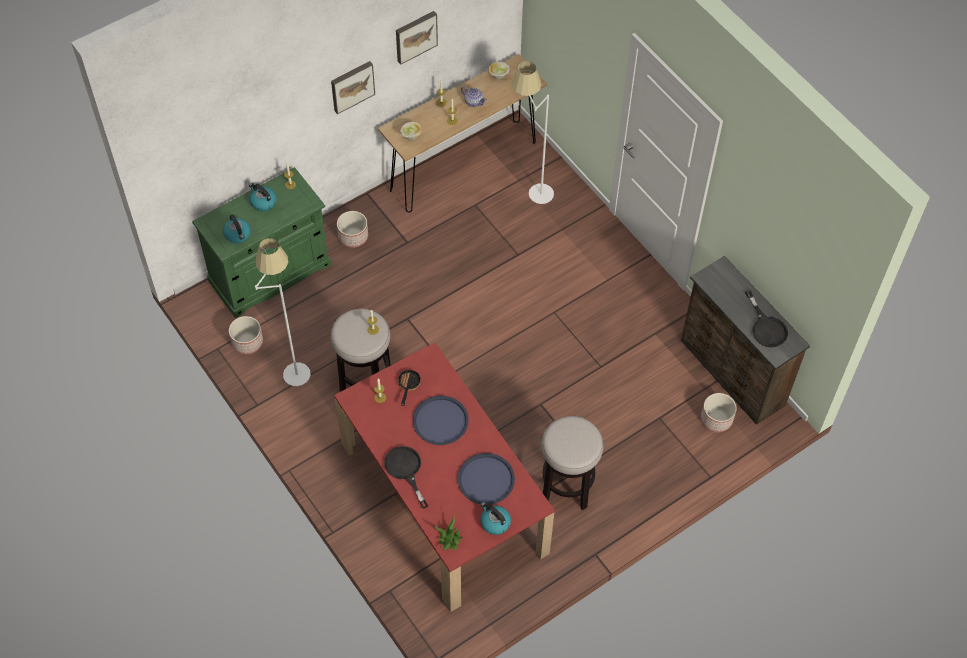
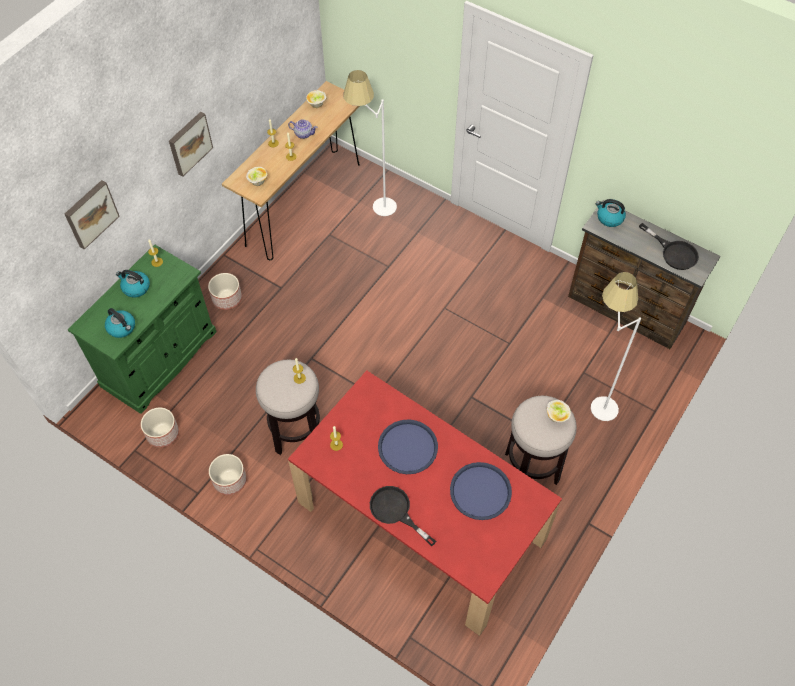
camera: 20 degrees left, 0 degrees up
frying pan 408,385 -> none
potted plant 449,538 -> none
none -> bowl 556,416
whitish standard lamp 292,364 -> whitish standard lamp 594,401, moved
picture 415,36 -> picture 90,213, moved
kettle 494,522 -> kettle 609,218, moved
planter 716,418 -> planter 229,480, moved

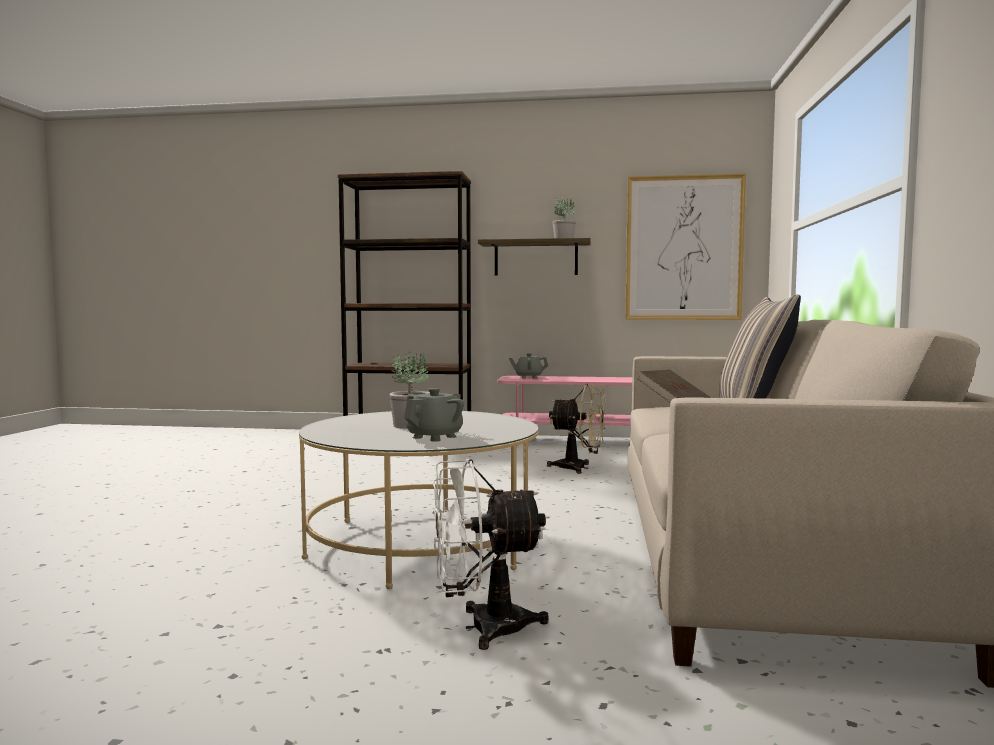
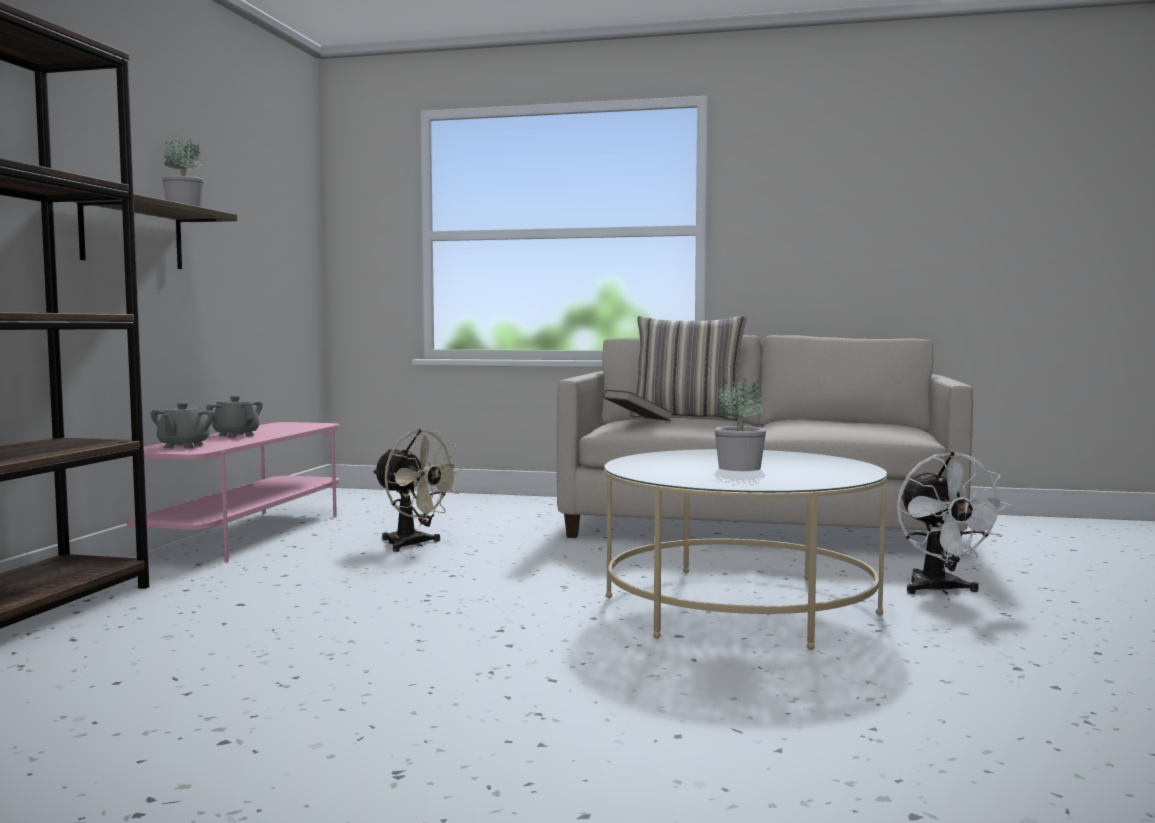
camera: 85 degrees left, 0 degrees up
picture 683,248 -> none
grey tea pot 435,437 -> grey tea pot 236,435, moved
beige fan 579,468 -> beige fan 414,545, 105 degrees clockwise

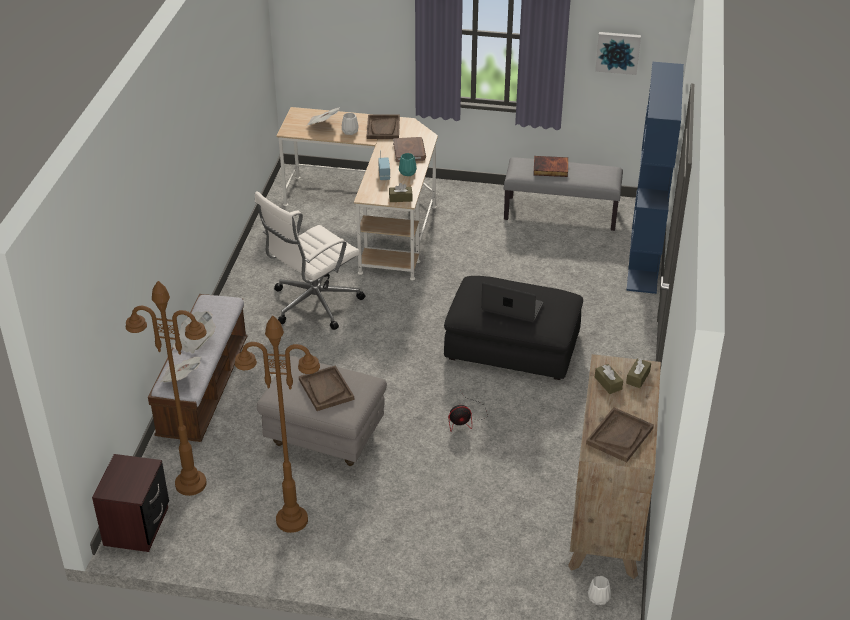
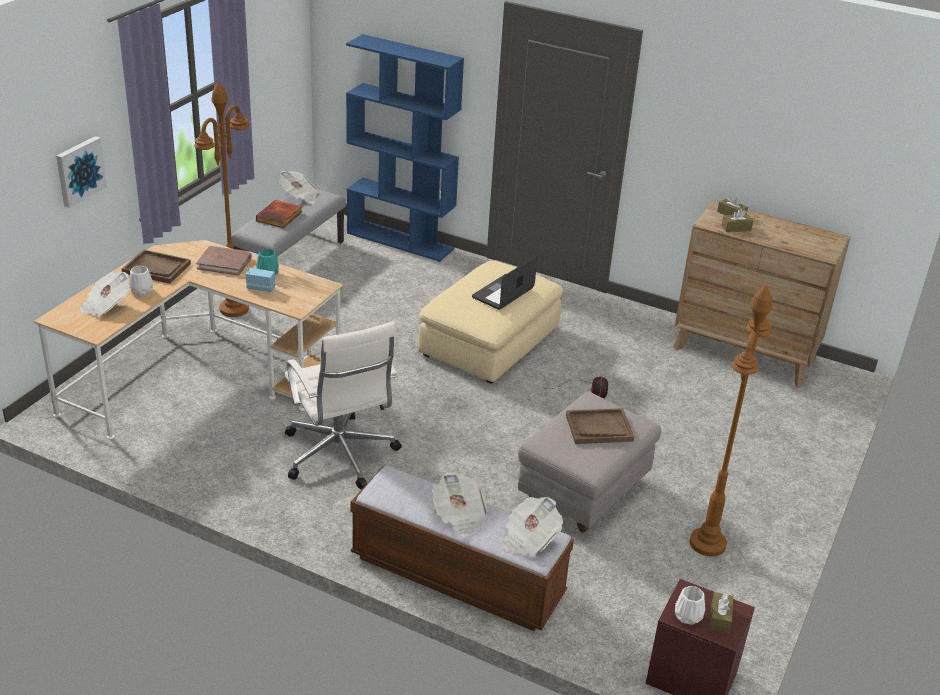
camera: 75 degrees left, 5 degrees down
brown tray 619,436 -> none
none -> newspaper 299,196
brown standard lamp 191,484 -> brown standard lamp 234,309, moved
brown box of tissues 400,198 -> brown box of tissues 720,617, moved
whitish flower vase 598,598 -> whitish flower vase 688,616, moved
picture 618,52 -> picture 79,170, moved
black ottoman 512,346 -> beige ottoman 490,342

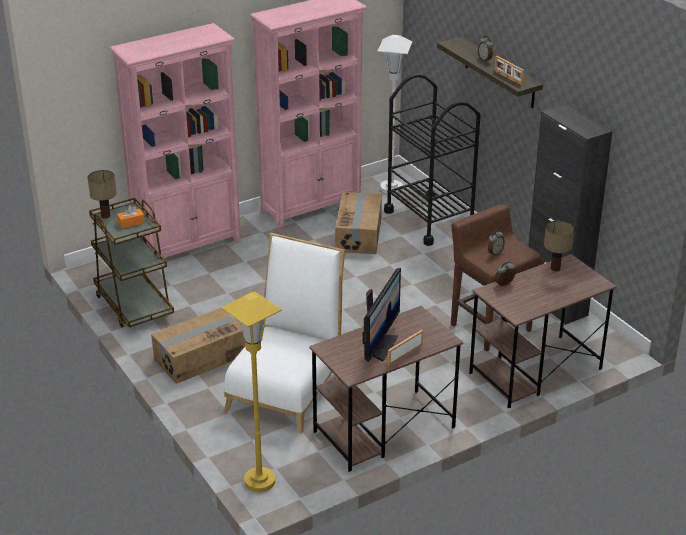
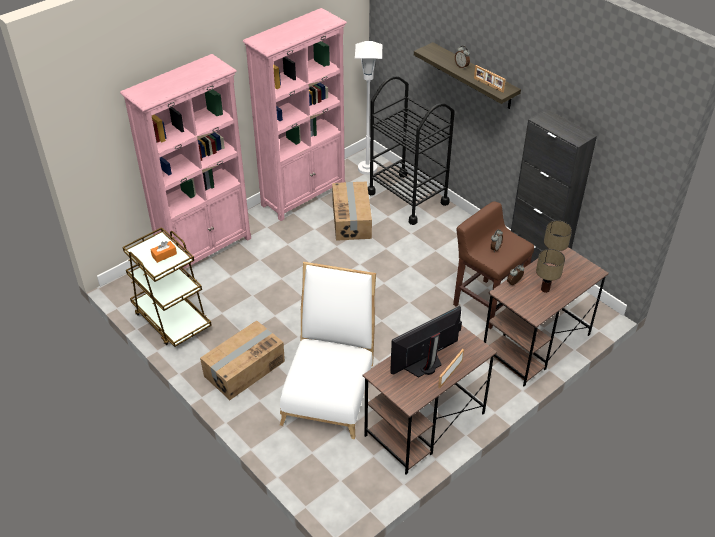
camera: 10 degrees left, 10 degrees up
yellow standard lamp 259,481 -> none
tabletop lamp 106,216 -> tabletop lamp 545,289, moved
monitor 380,346 -> monitor 425,366, 135 degrees counterclockwise

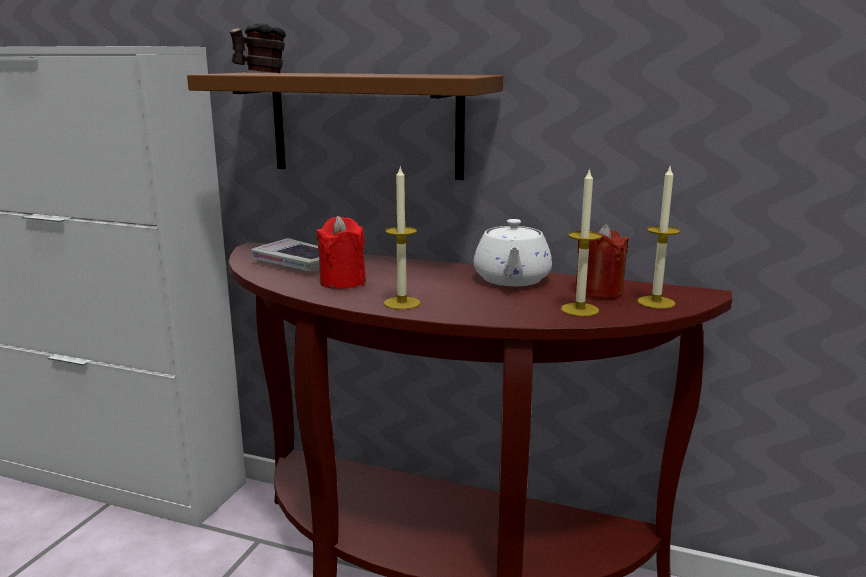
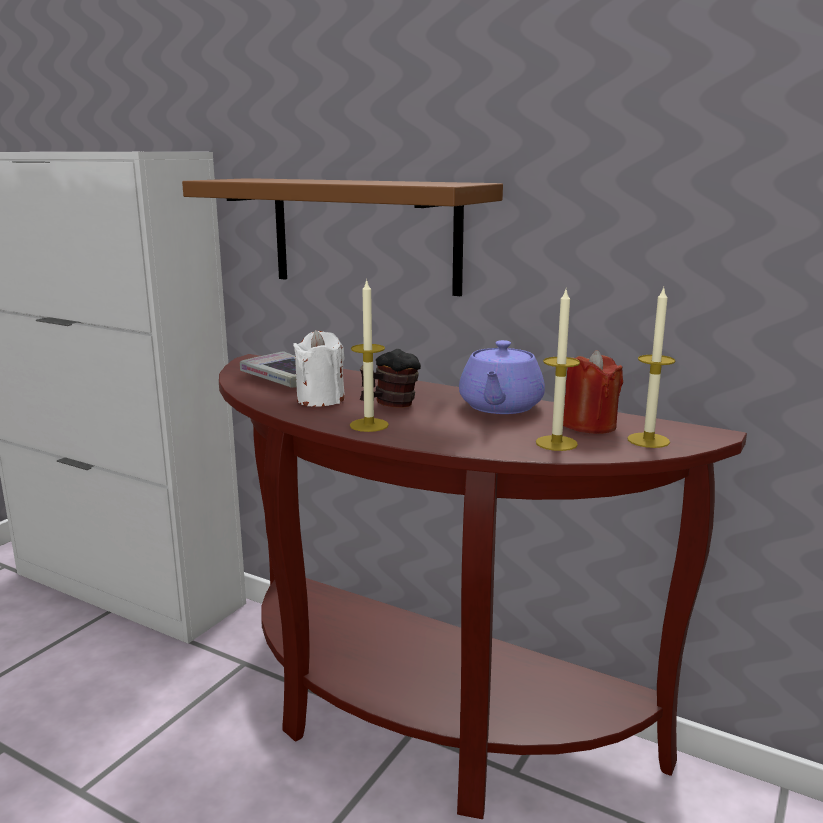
camera: 10 degrees right, 0 degrees up
coffee mug 260,73 -> coffee mug 389,405, moved
reddish candle 342,282 -> whitish candle 320,400
whitish tea pot 511,280 -> purple tea pot 500,407

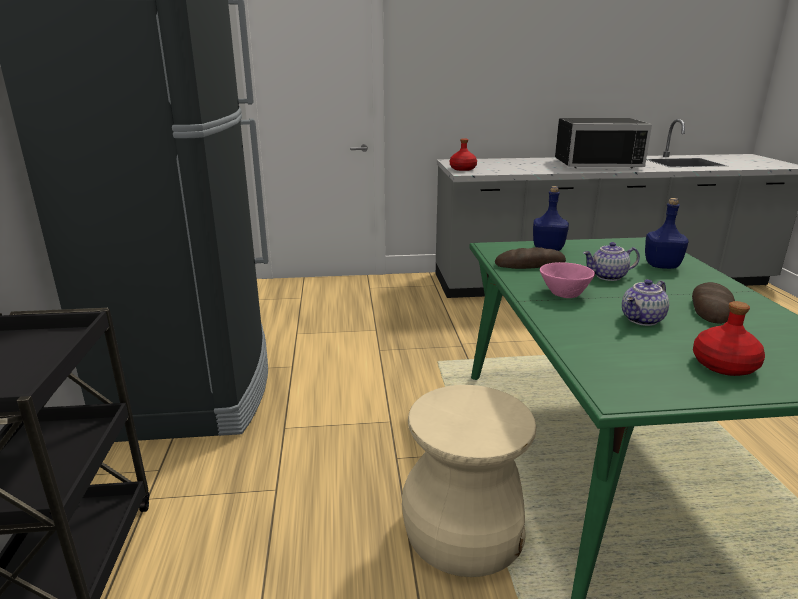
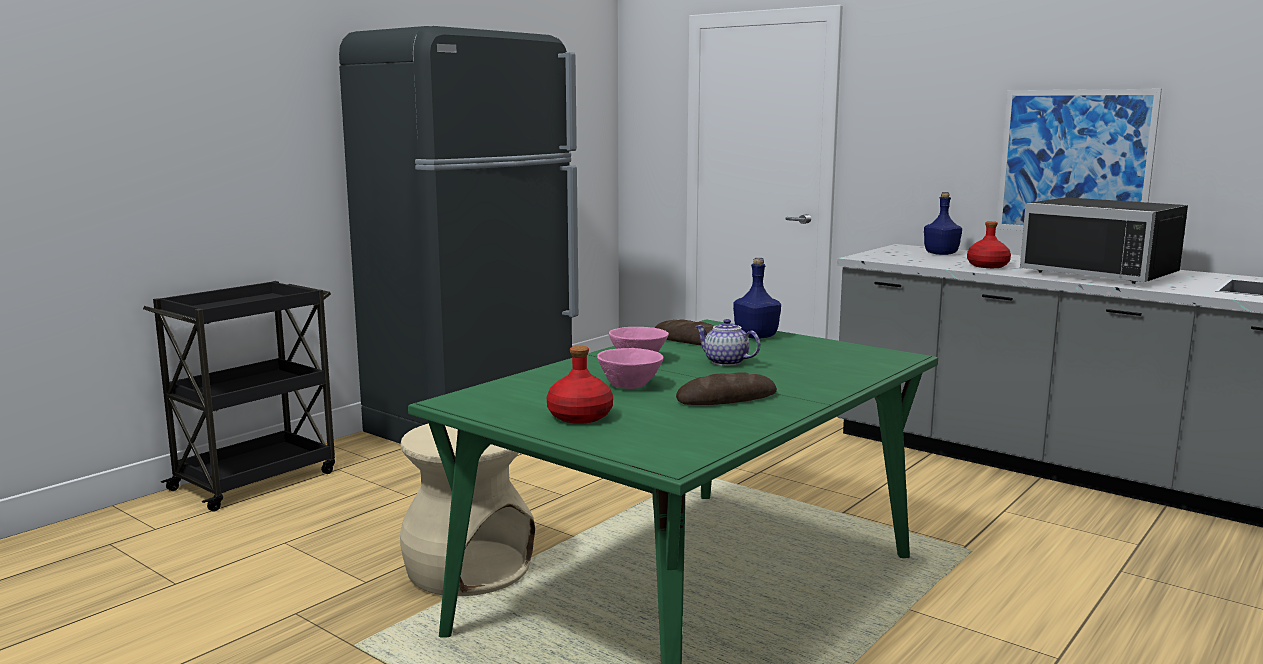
camera: 45 degrees right, 10 degrees down
none -> picture 1074,162
reddish beverage bottle 463,169 -> reddish beverage bottle 988,266, moved
blue-coloured beverage bottle 661,265 -> blue-coloured beverage bottle 941,254, moved
tea pot 643,320 -> pinkish bowl 631,386

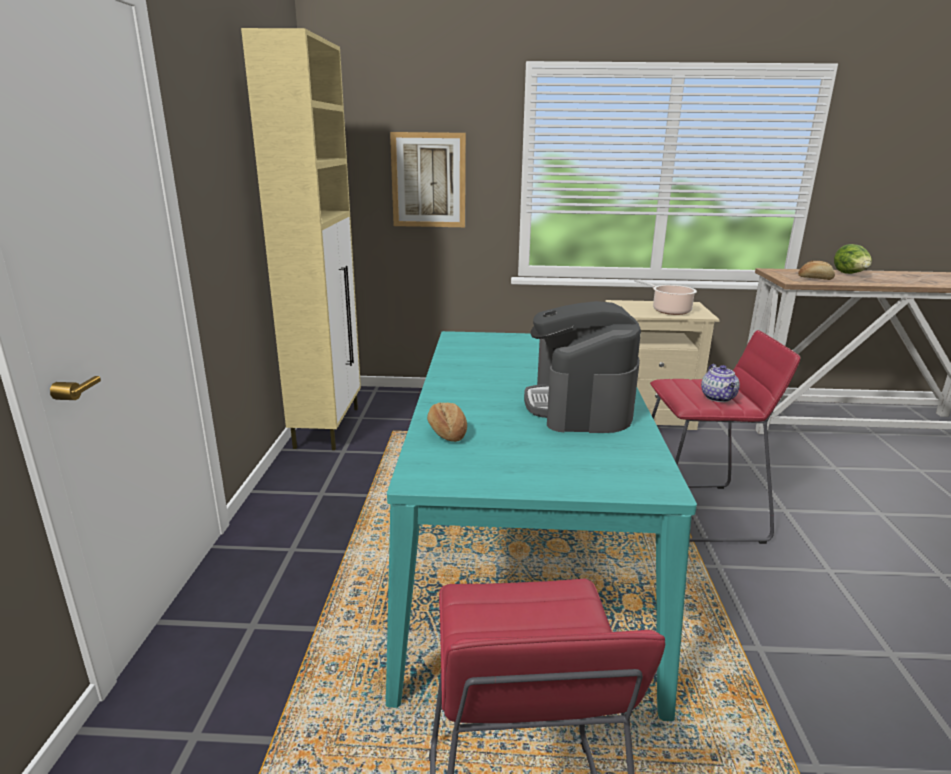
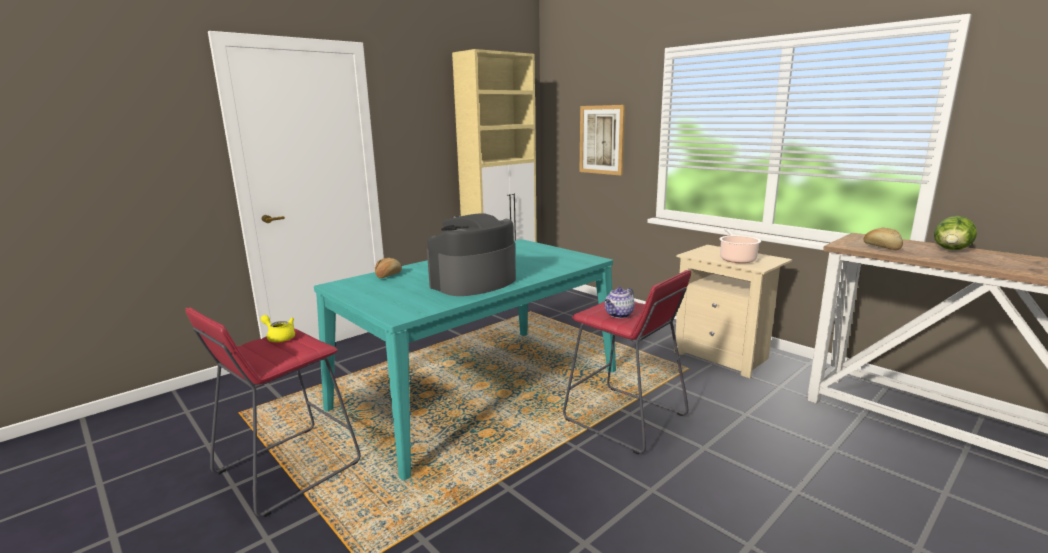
camera: 45 degrees right, 5 degrees down
none -> yellow tea pot 279,337

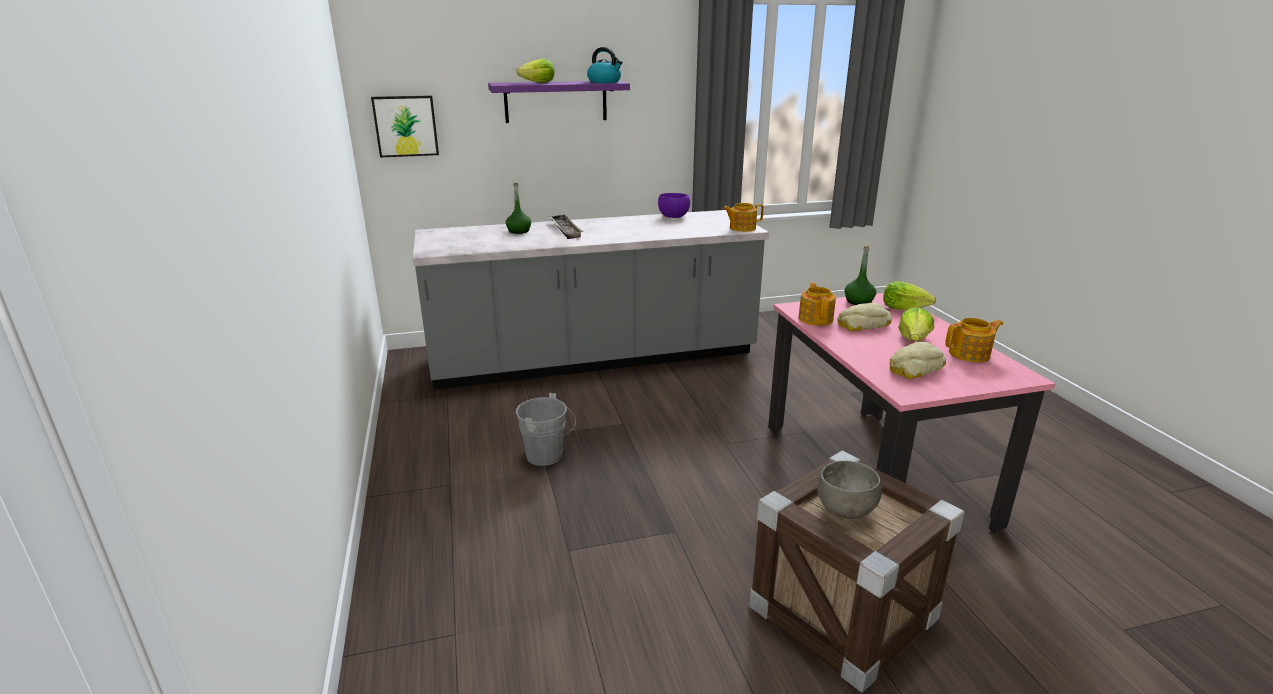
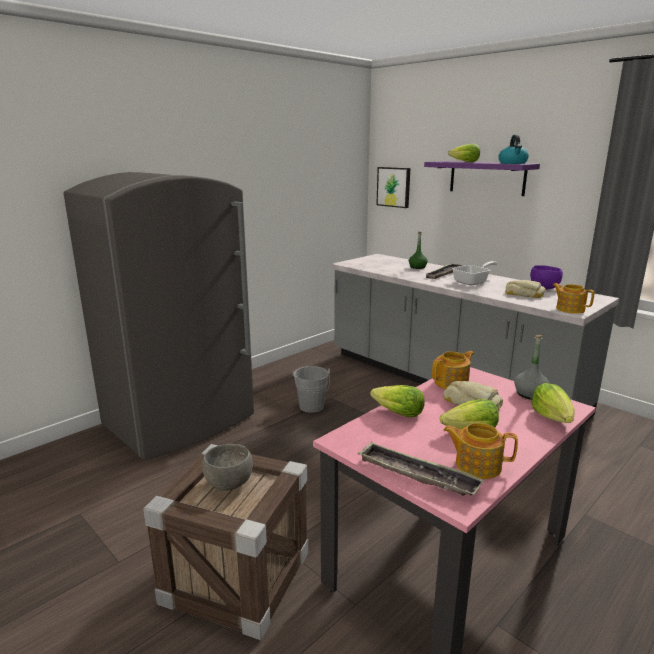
camera: 60 degrees right, 5 degrees down
none -> grey fridge 181,421
none -> tray 417,475
none -> head of lettuce 398,413
none -> frying pan 473,282
bread 914,368 -> bread 524,294, moved
green-coloured beverage bottle 858,301 -> grey beverage bottle 530,394
tea pot 970,354 -> tea pot 477,465, 150 degrees clockwise

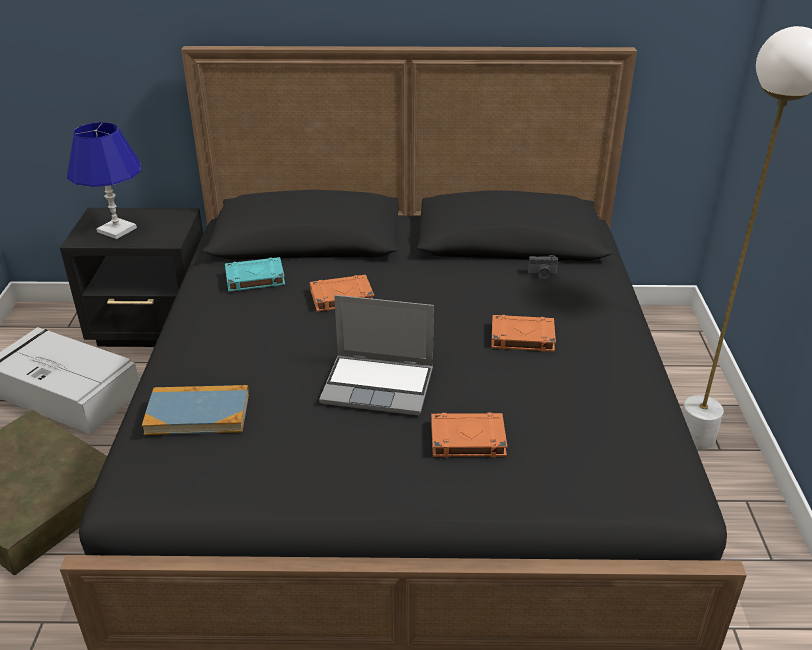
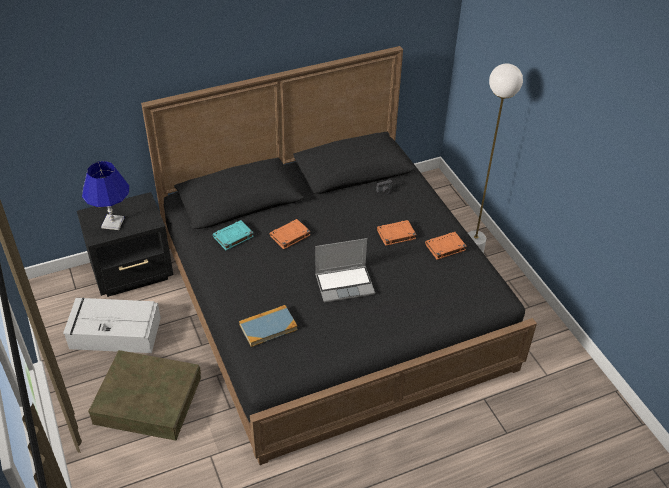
camera: 25 degrees left, 10 degrees up
orange volume 466,439 -> orange volume 445,247, moved

